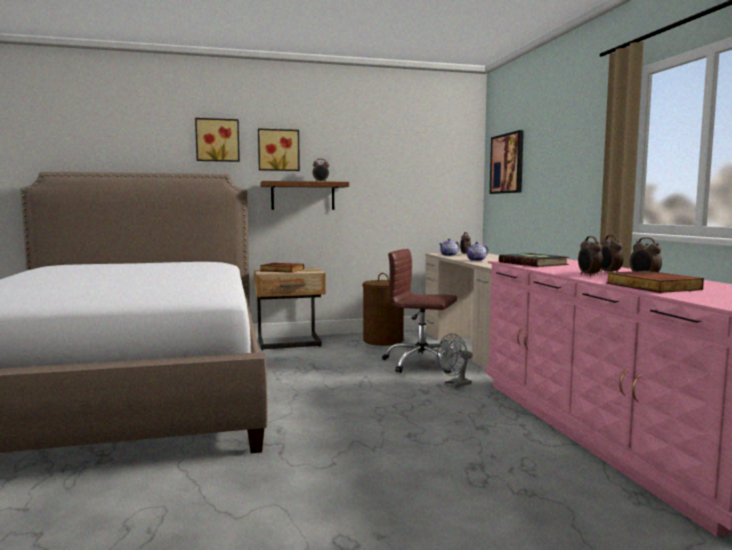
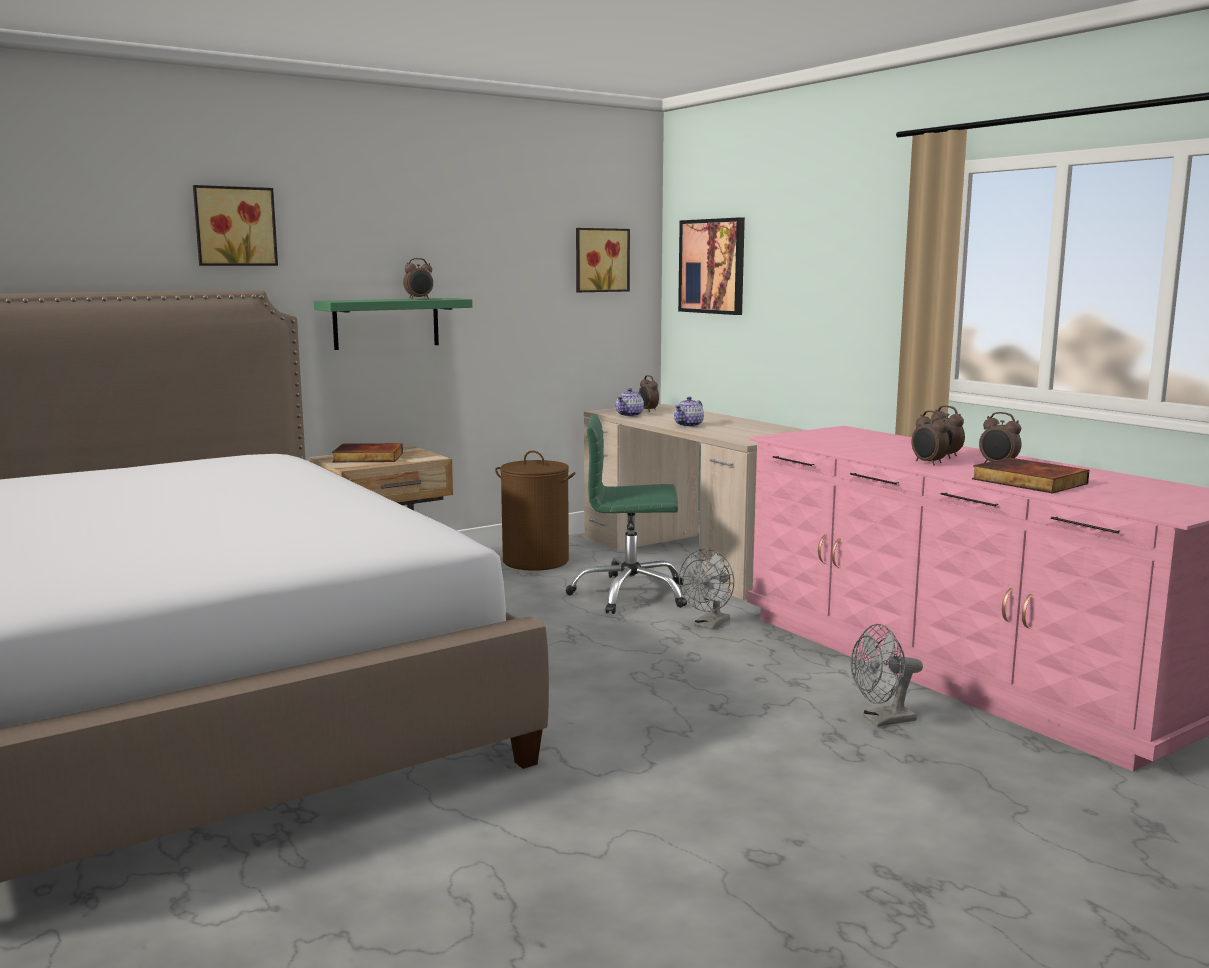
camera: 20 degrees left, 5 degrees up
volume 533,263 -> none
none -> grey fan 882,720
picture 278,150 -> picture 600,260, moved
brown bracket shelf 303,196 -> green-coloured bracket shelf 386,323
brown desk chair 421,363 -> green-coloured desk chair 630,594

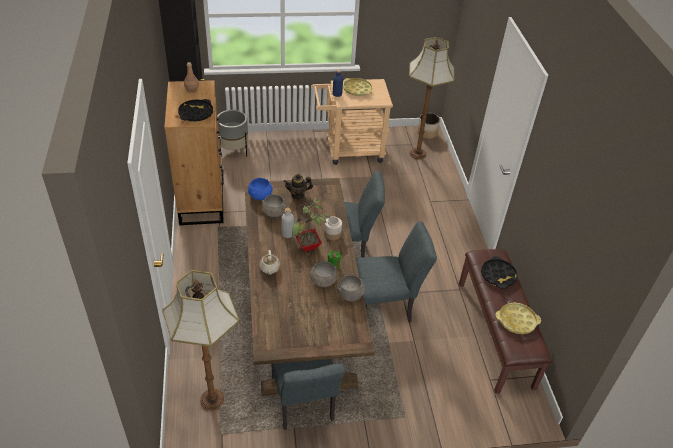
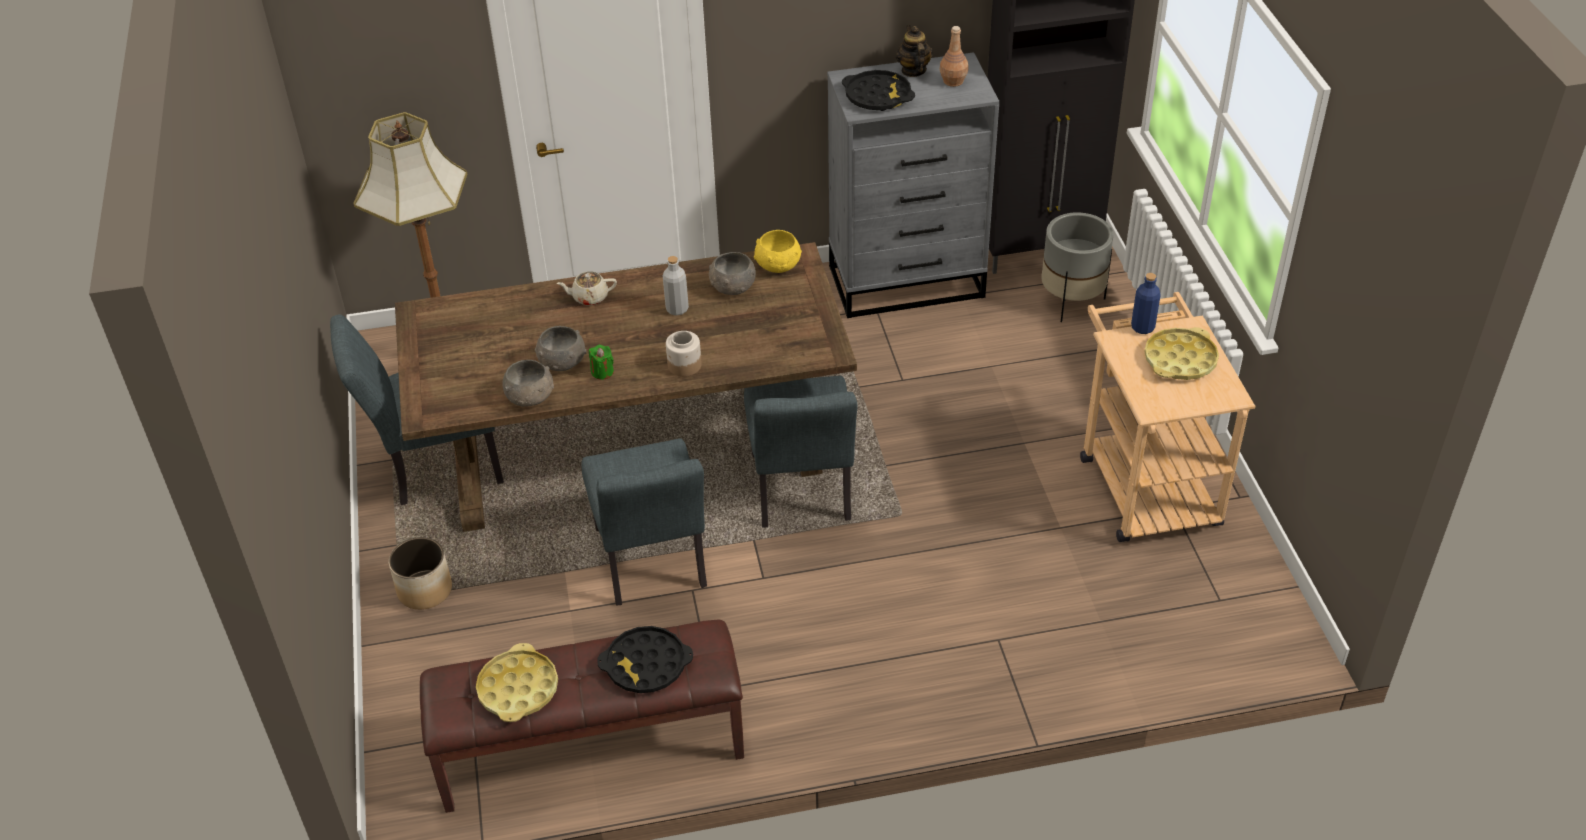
camera: 90 degrees right, 0 degrees up
potted plant 308,247 -> none
standard lamp 418,153 -> none
tea pot 298,194 -> tea pot 913,70, moved
planter 427,133 -> planter 424,590, moved
brown chest of drawers 202,199 -> grey chest of drawers 908,282
blue-coloured bowl 260,196 -> yellow bowl 778,265

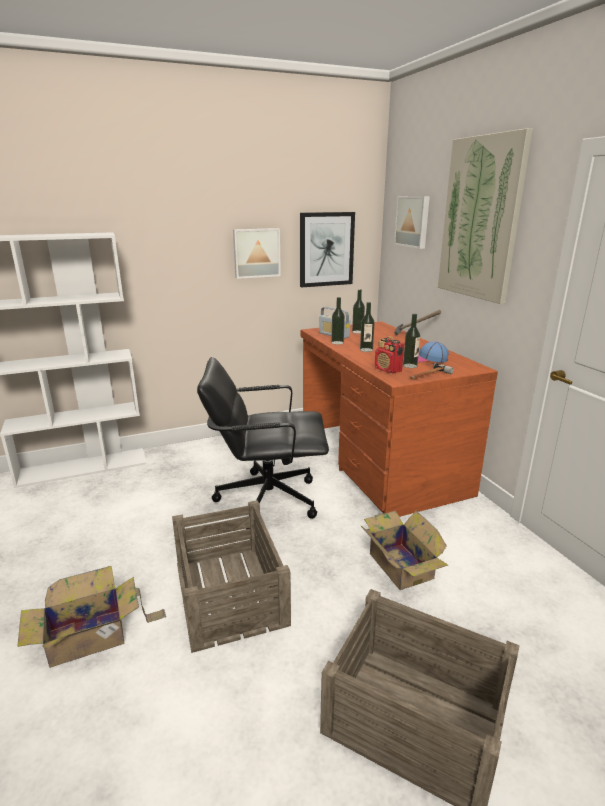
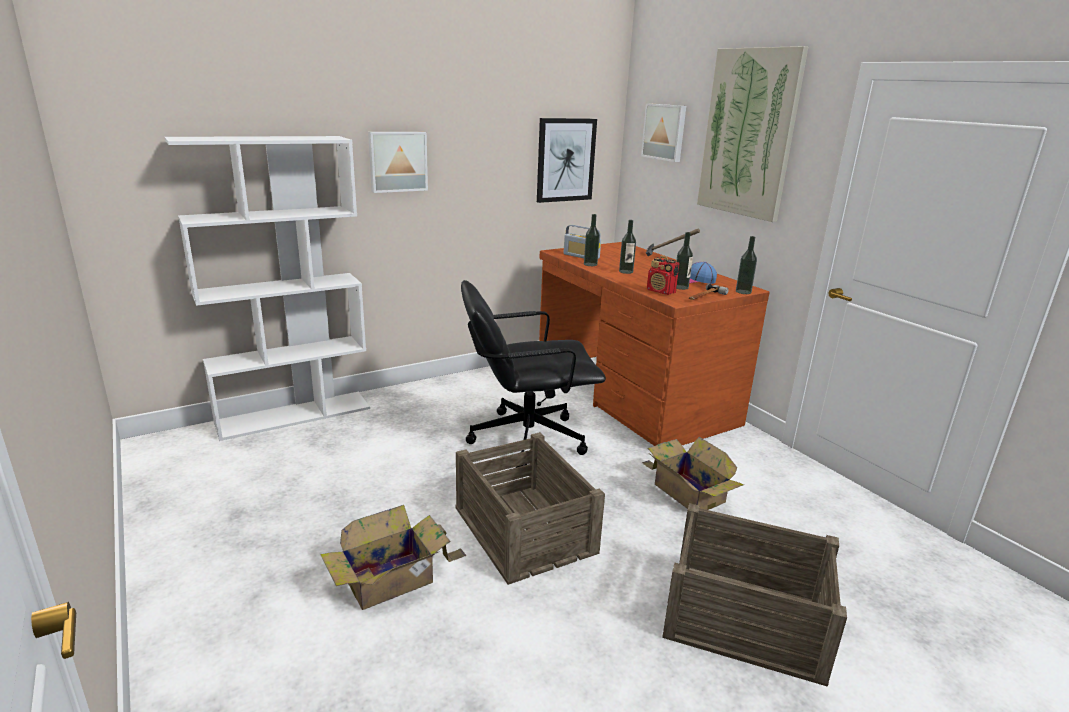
camera: 10 degrees left, 0 degrees up
picture 256,253 -> picture 397,161, moved
beverage bottle 357,332 -> beverage bottle 743,292, moved

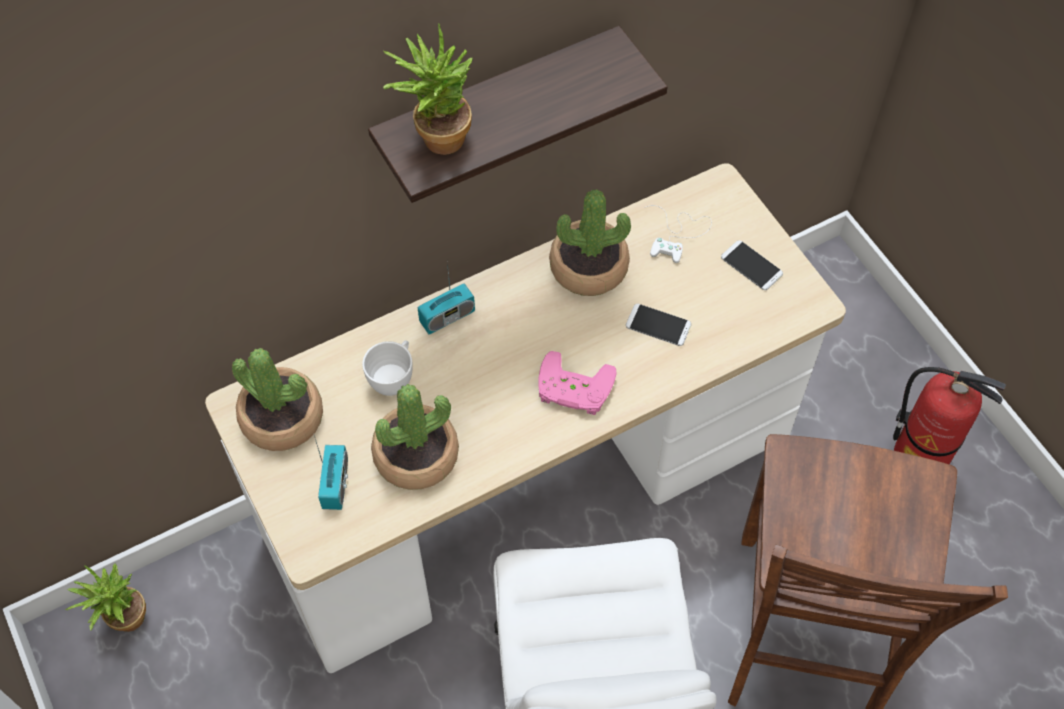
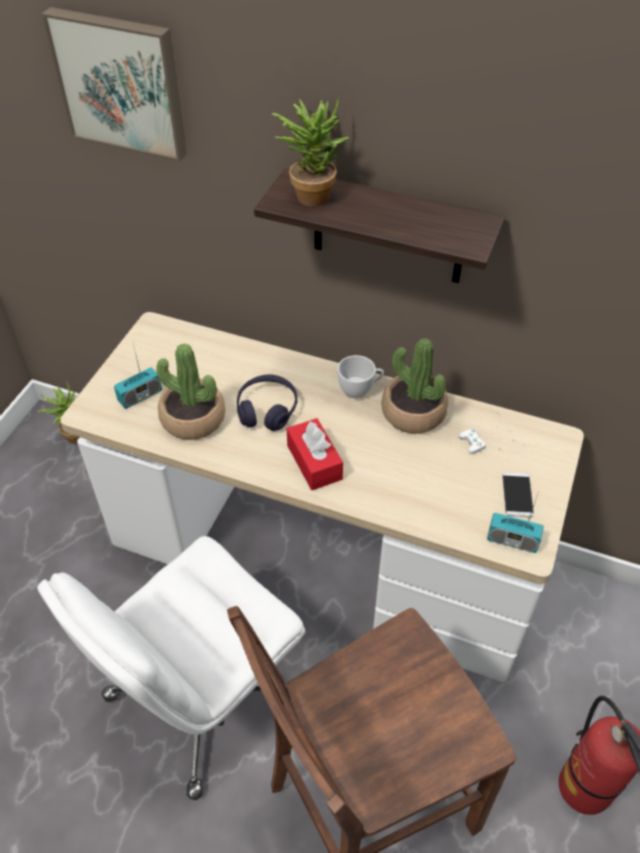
camera: 50 degrees right, 10 degrees down
potted plant 282,417 -> none
phone 658,325 -> none
none -> picture 121,83
none -> purple headphones 267,410
whitish small cup 394,378 -> whitish small cup 360,390, moved
radio receiver 447,317 -> radio receiver 512,540, moved
pinkish gamepad 573,390 -> reddish box of tissues 314,462

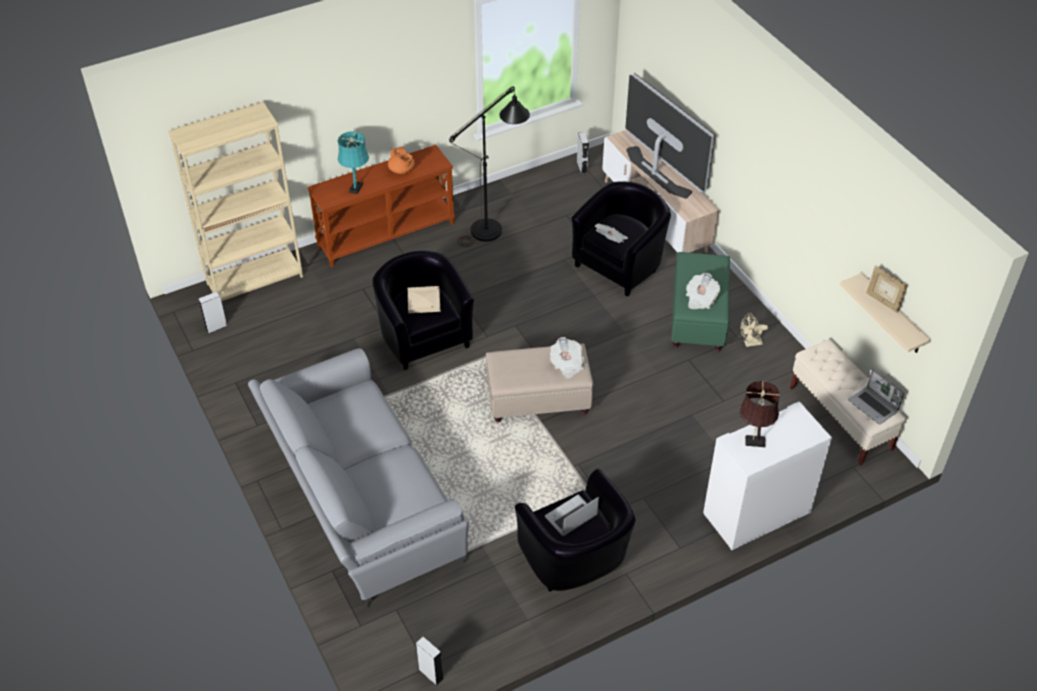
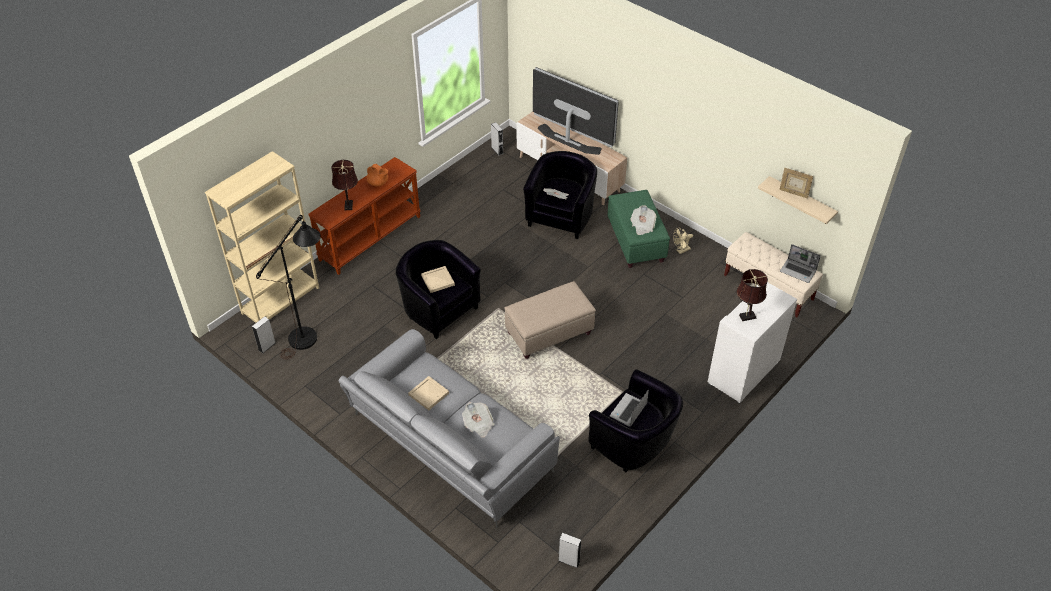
camera: 20 degrees left, 0 degrees up
none -> beige tray 428,393
black standard lamp 494,227 -> black standard lamp 308,333, moved
newspaper 567,364 -> newspaper 478,424, moved
blue-green tabletop lamp 356,187 -> brown tabletop lamp 348,204

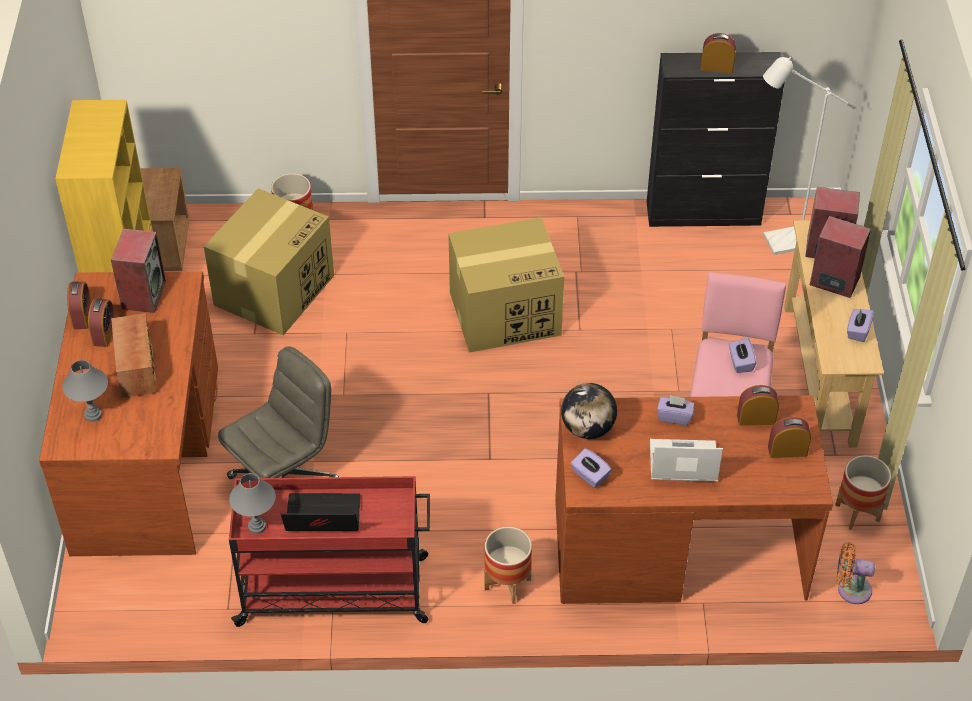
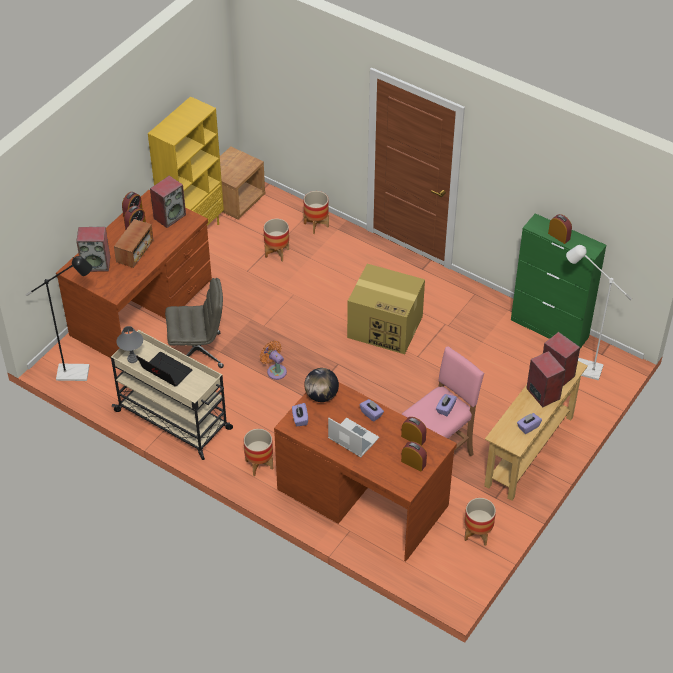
camera: 35 degrees right, 0 degrees up
none -> black standard lamp 79,373
orange fan 850,589 -> orange fan 275,370, moved
grey tabletop lamp 93,415 -> audio speaker 96,264
carton 274,289 -> planter 277,253
reddish trolley 335,591 -> beige trolley 174,420
black storage cabinet 704,214 -> green-coloured storage cabinet 549,329

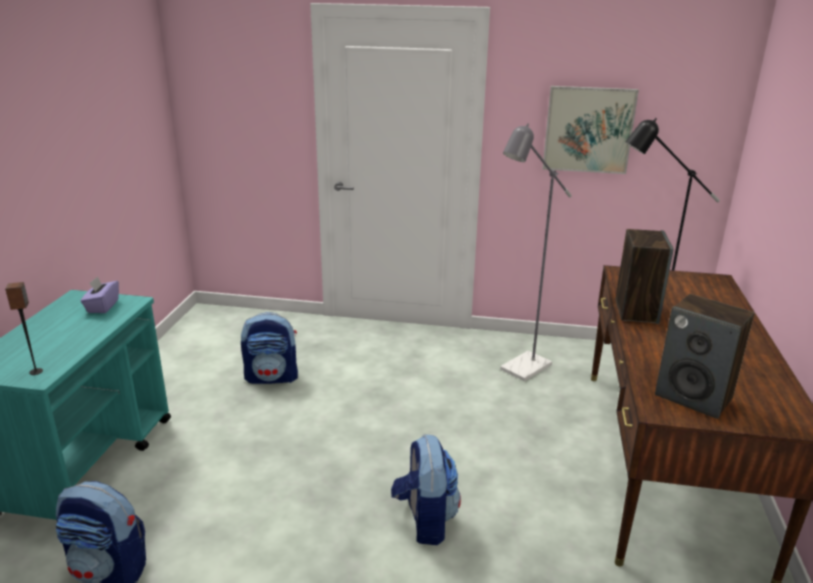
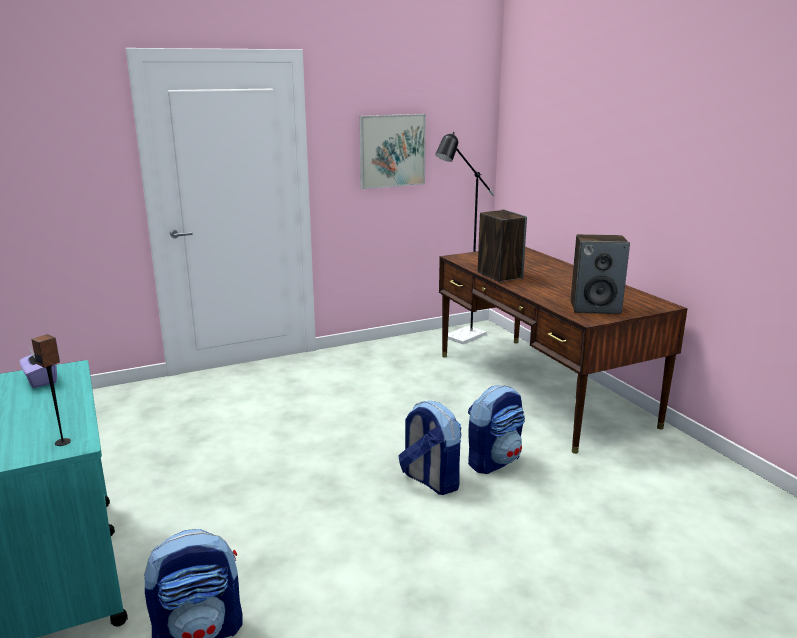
camera: 35 degrees left, 5 degrees down
grey standard lamp 520,370 -> none
rucksack 272,377 -> rucksack 494,461, moved

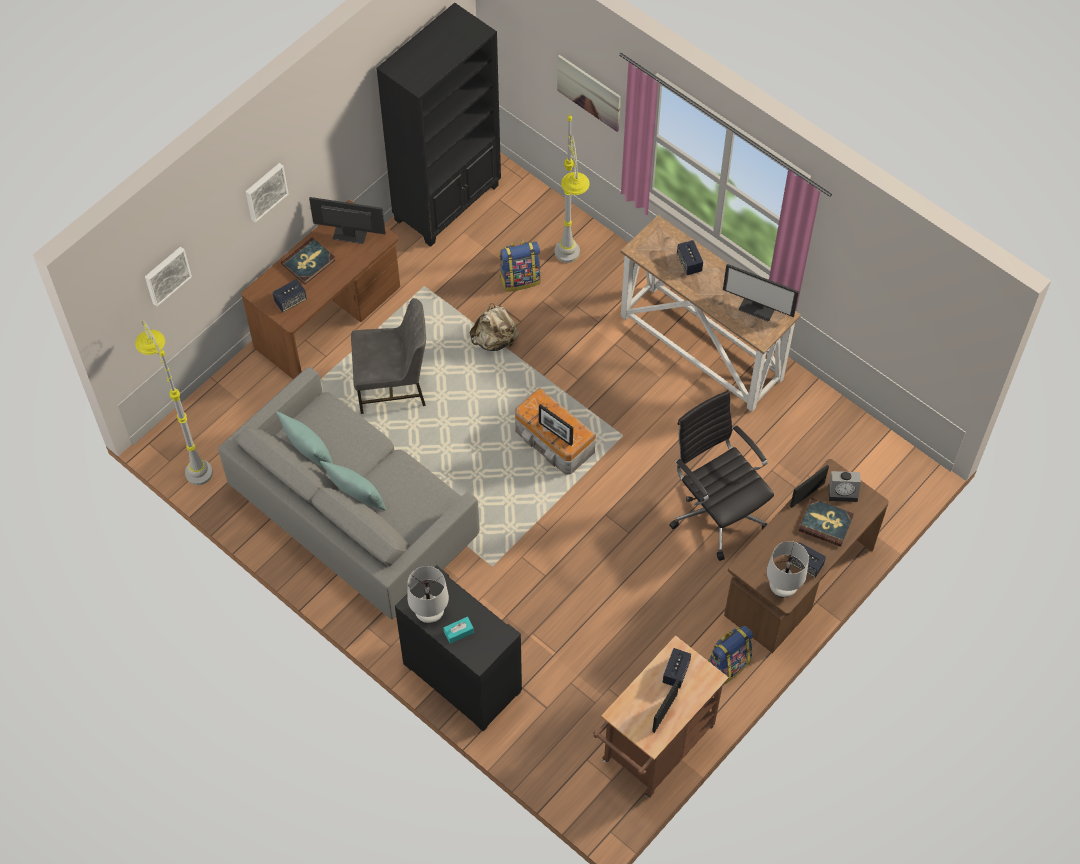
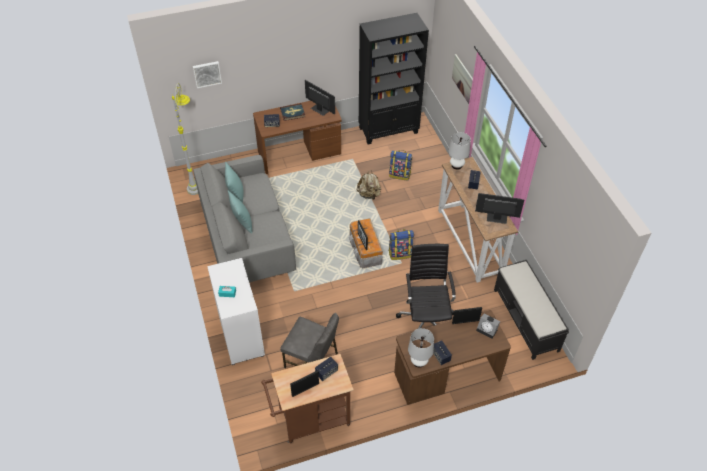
camera: 30 degrees right, 10 degrees down
picture 265,191 -> none
grey standard lamp 569,270 -> none
volume 826,523 -> none
none -> black bench 526,320
grey chair 393,385 -> grey chair 312,360, moved
whitish tabletop lamp 429,613 -> whitish tabletop lamp 456,165, moved
rucksack 727,665 -> rucksack 400,253, moved
black storage cabinet 461,678 -> whitish storage cabinet 240,334
monitor 758,307 -> monitor 496,218, 135 degrees clockwise

